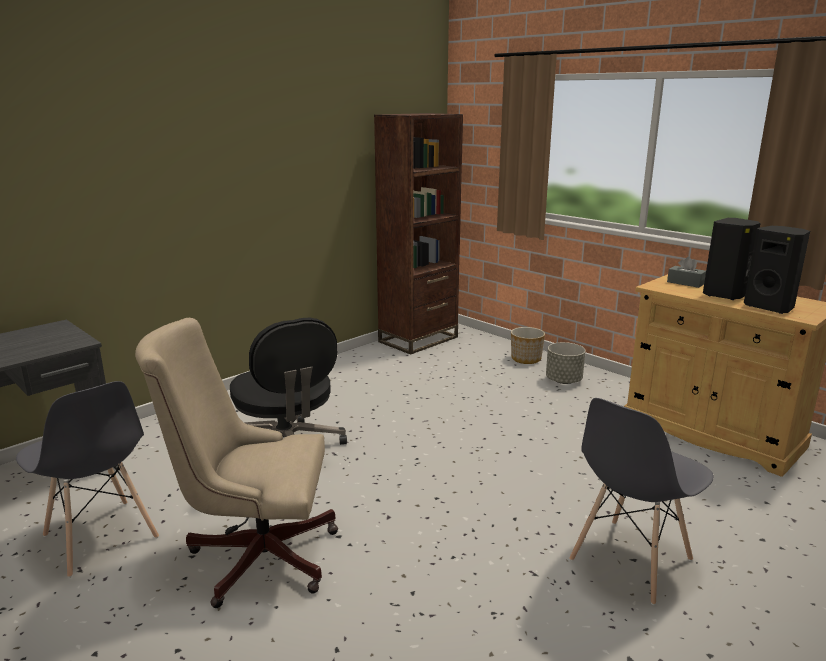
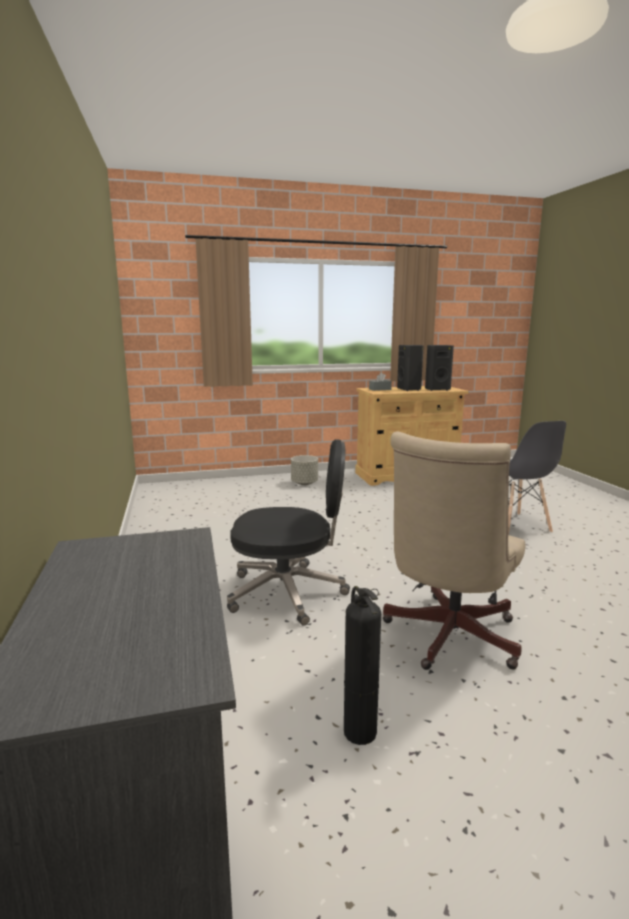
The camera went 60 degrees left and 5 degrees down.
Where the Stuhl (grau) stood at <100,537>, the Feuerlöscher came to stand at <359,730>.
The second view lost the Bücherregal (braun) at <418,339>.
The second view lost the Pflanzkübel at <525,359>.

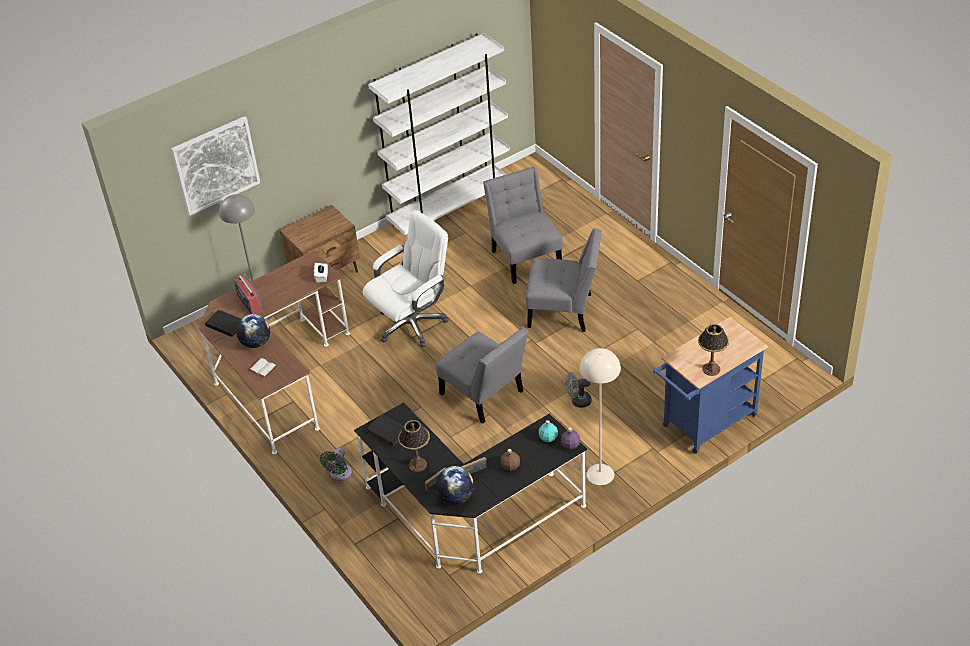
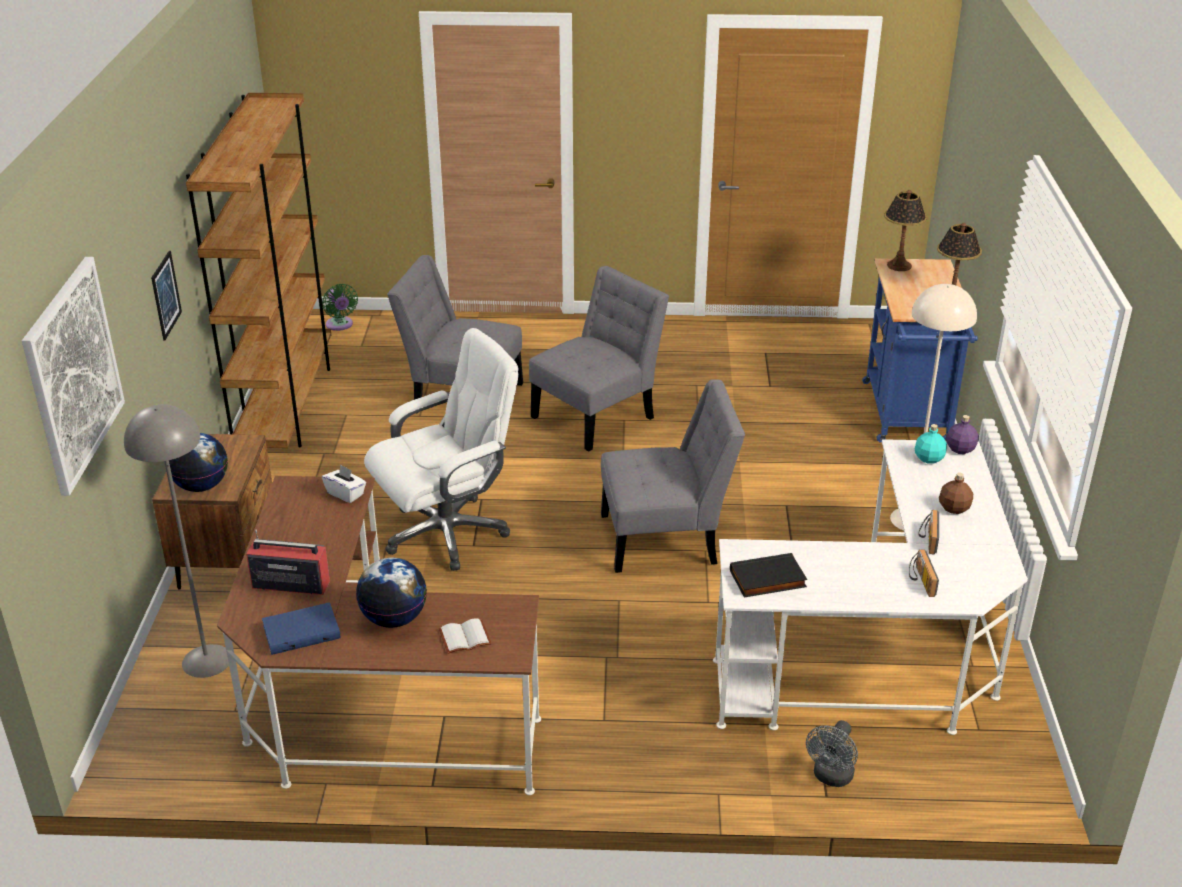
The camera went 55 degrees left and 10 degrees down.
What was the Buch (schwarz) at <226,324> turned into the Buch (blau) at <302,631>.
The Ventilator (grün) ended up elsewhere, having gone from <339,474> to <340,325>.
What was the Schreibtisch (schwarz) at <470,516> turned into the Schreibtisch (weiß) at <881,656>.
The Bürostuhl (weiß) at <412,323> ended up facing another way, 60 degrees clockwise from before.
What was the Bücherregal (weiß) at <450,210> turned into the Bücherregal (braun) at <286,405>.
The Tischlampe ended up elsewhere, having gone from <417,464> to <899,266>.
The Globus ended up elsewhere, having gone from <456,497> to <201,486>.
The Ventilator (grau) ended up elsewhere, having gone from <578,401> to <831,777>.
The second view gained the Bild at <166,295>.

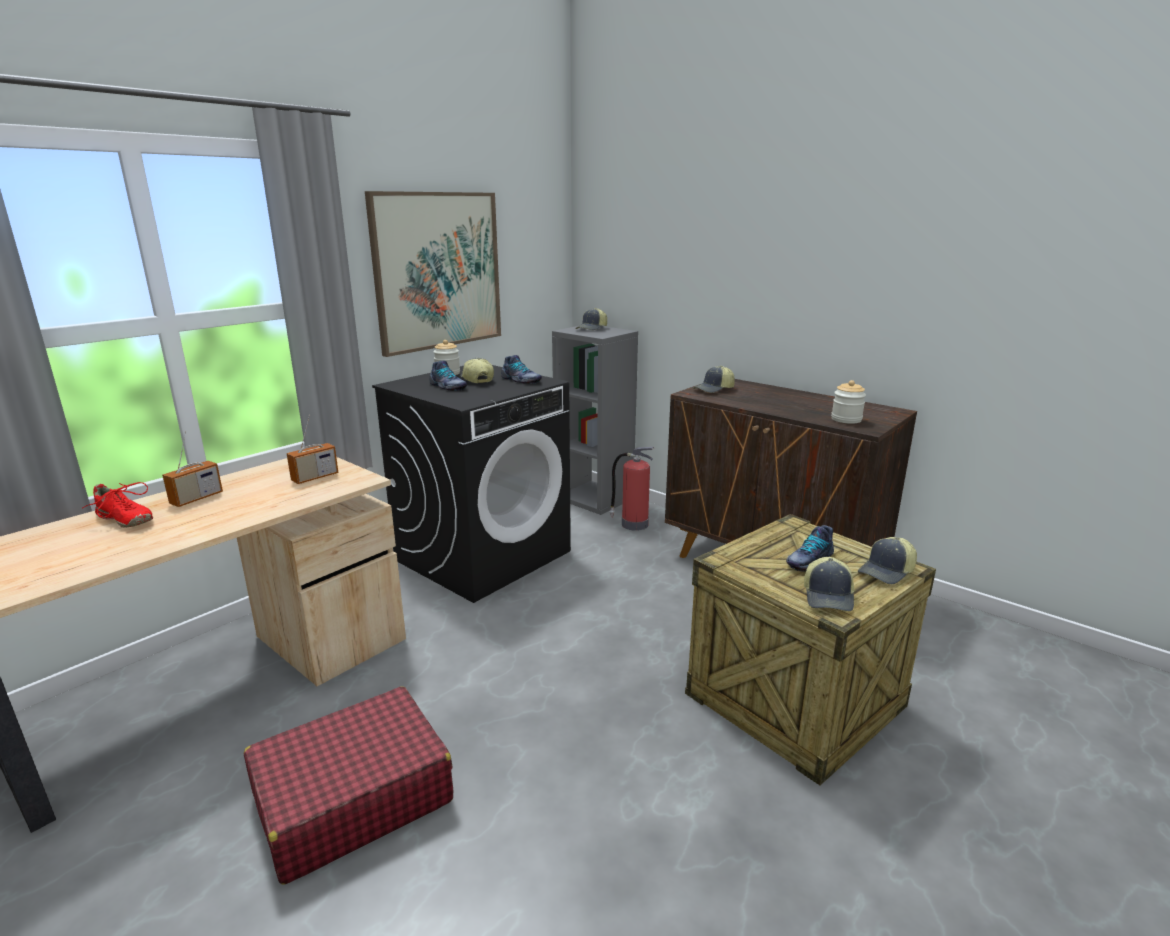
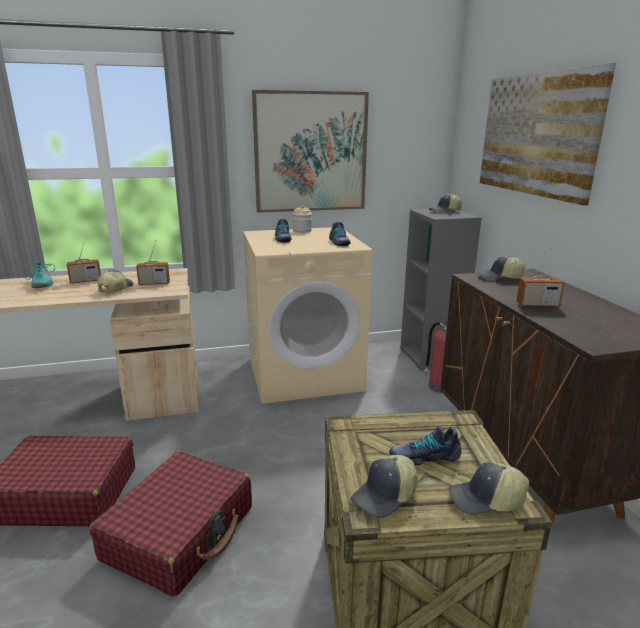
The camera went 35 degrees right and 0 degrees up.
What was the Schuh (rot) at <124,520> turned into the Schuh (türkis) at <41,284>.
What was the Waschmaschine (schwarz) at <483,555> turned into the Waschmaschine (beige) at <305,374>.
The Kappe ended up elsewhere, having gone from <476,380> to <115,288>.
The second view lost the Vorratsglas at <846,419>.
The second view gained the Koffer (rot) at <180,533>.
The second view gained the Bild at <536,134>.
The second view gained the Radio at <537,305>.

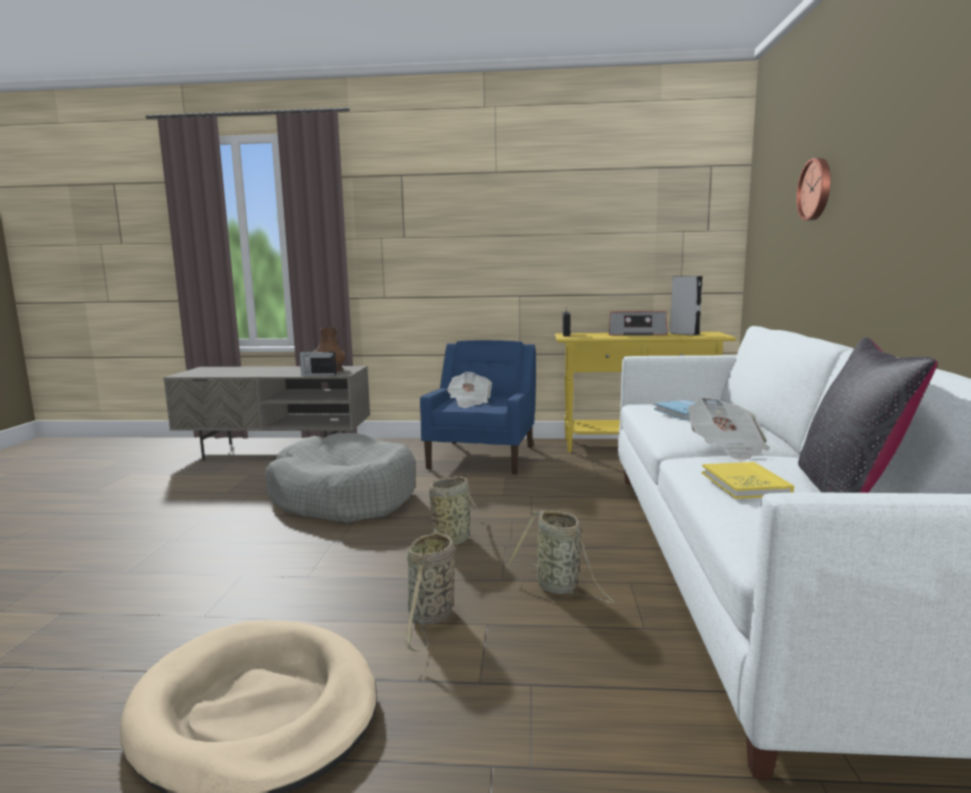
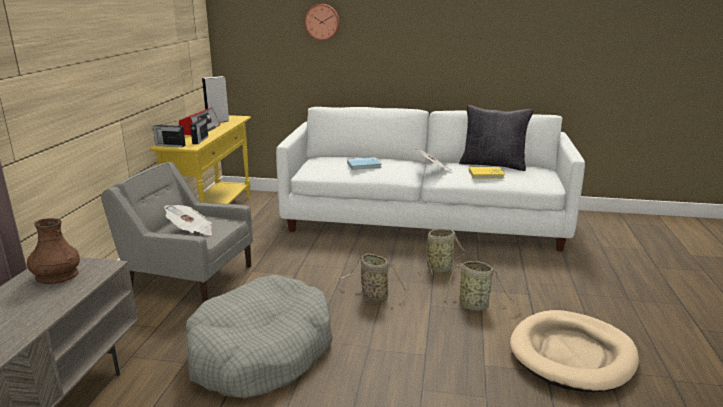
The camera went 85 degrees left and 10 degrees up.
The Radio ended up elsewhere, having gone from <318,375> to <200,140>.
What was the Sessel (blau) at <483,457> turned into the Sessel (grau) at <190,278>.

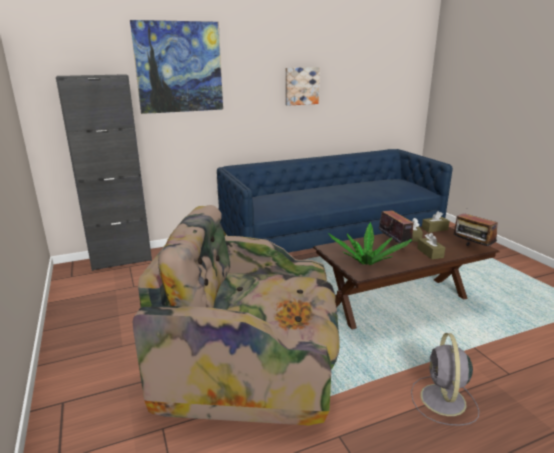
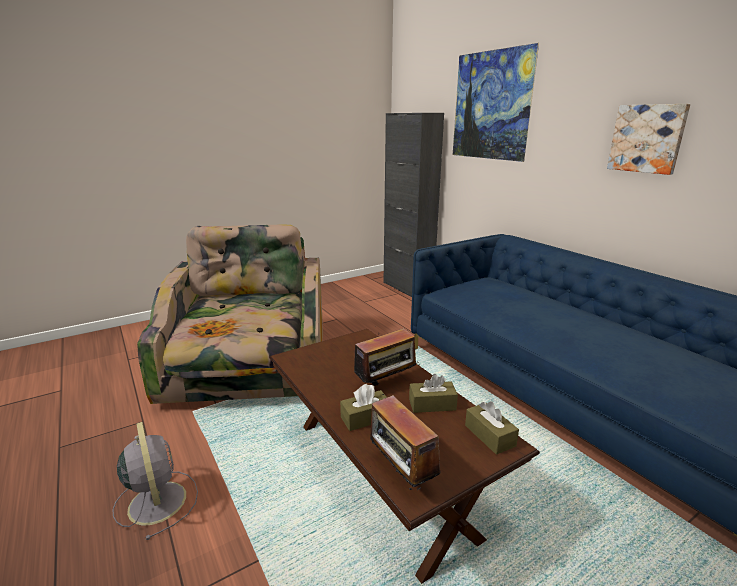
The camera went 80 degrees right and 0 degrees up.
The second view lost the Topfpflanze at <367,262>.
The Ventilator (grau) at <443,401> ended up facing another way, 60 degrees clockwise from before.
The Radio at <471,249> ended up facing another way, 75 degrees counterclockwise from before.

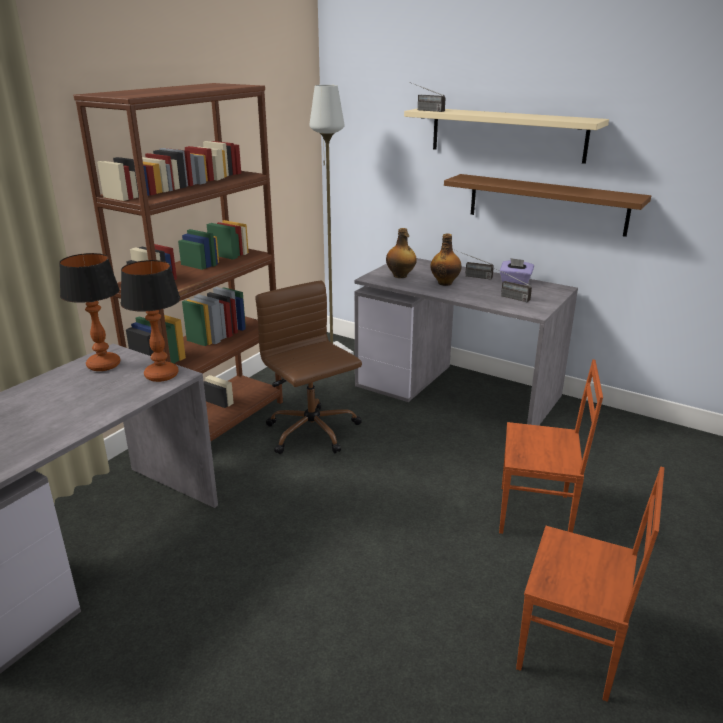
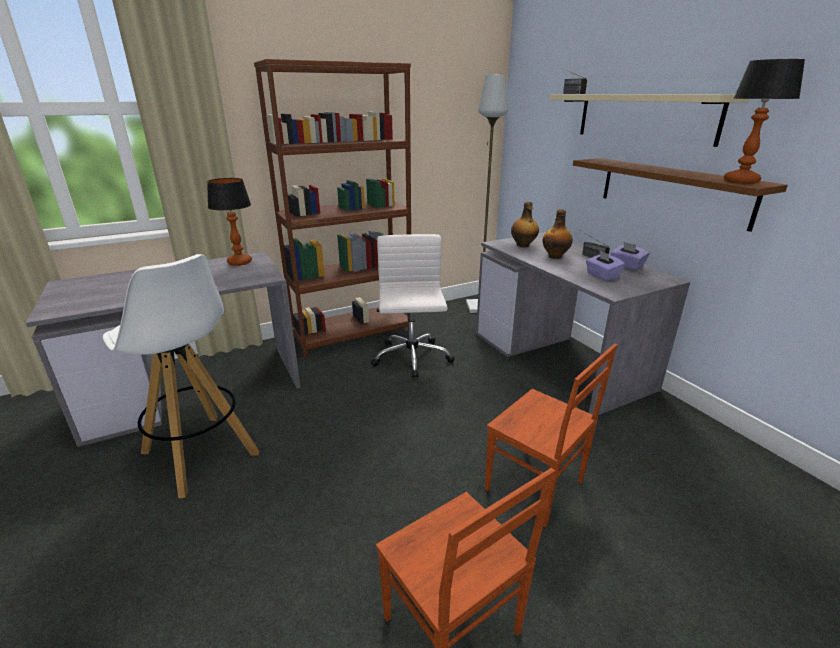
The camera went 30 degrees right and 0 degrees up.
The Tischlampe ended up elsewhere, having gone from <161,375> to <740,181>.
What was the Bürostuhl (braun) at <313,432> turned into the Bürostuhl (weiß) at <412,358>.
Where the Radio stood at <508,296>, the Taschentuchbox (lila) came to stand at <602,276>.
The second view gained the Hocker (weiß) at <201,454>.

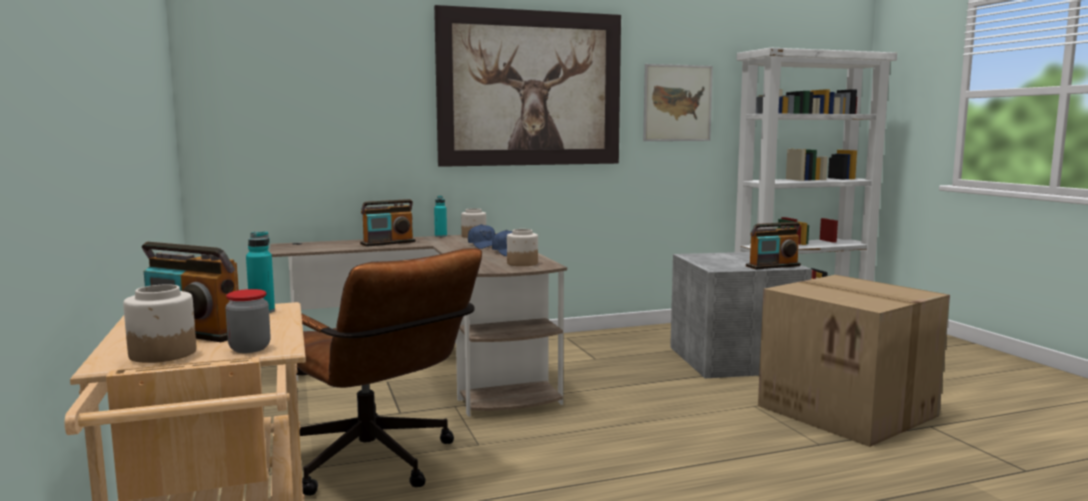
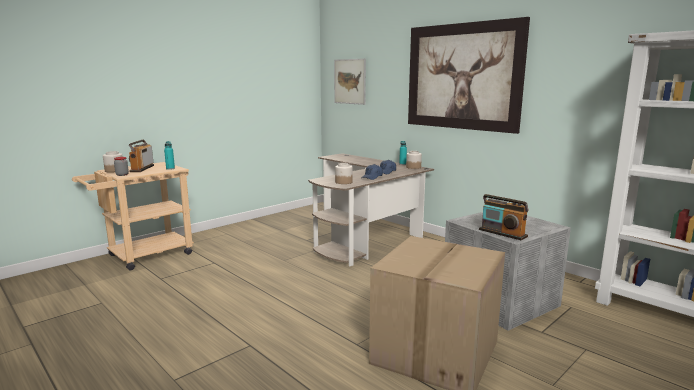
The camera went 65 degrees right and 5 degrees up.
The second view lost the Bürostuhl (braun) at <377,465>.
The second view lost the Radio at <388,243>.
The Bild ended up elsewhere, having gone from <677,103> to <349,81>.

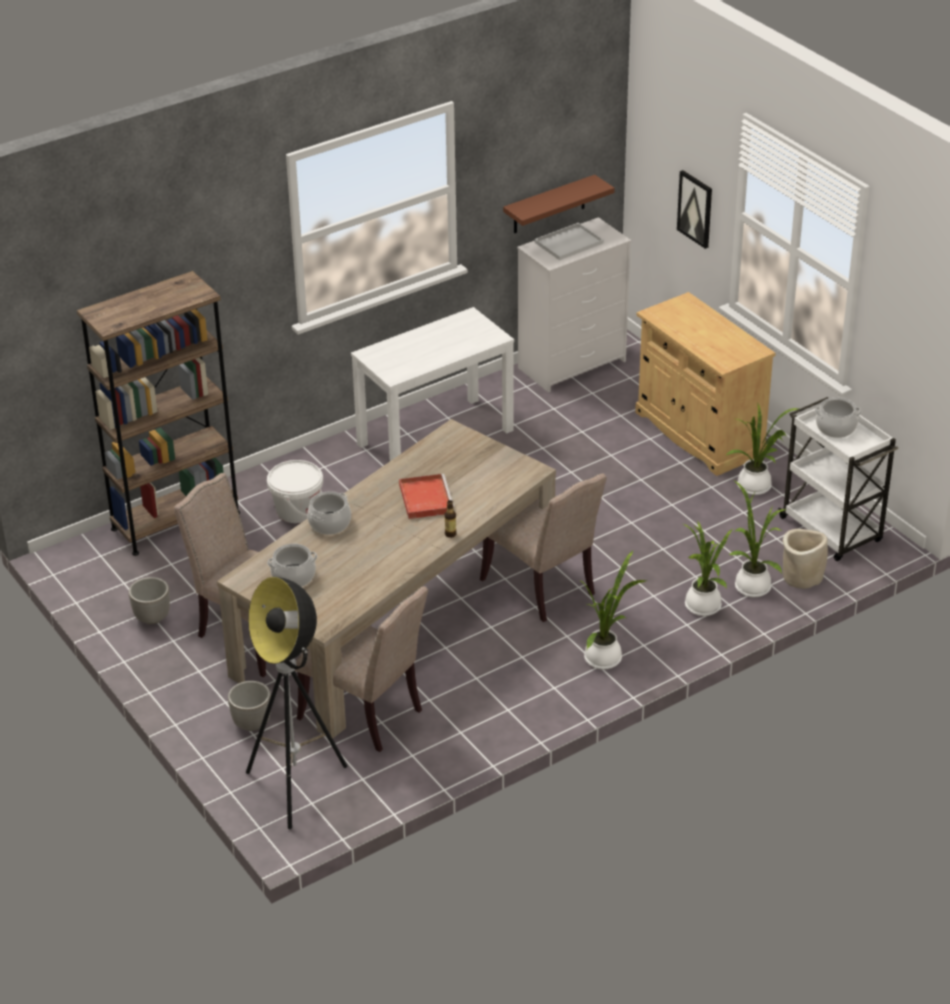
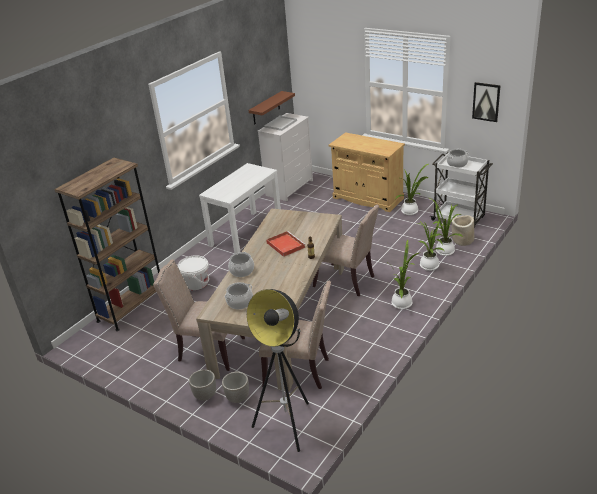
The camera went 20 degrees left and 5 degrees down.
The Pflanzkübel ended up elsewhere, having gone from <152,618> to <205,396>.
The Bild ended up elsewhere, having gone from <695,208> to <486,101>.

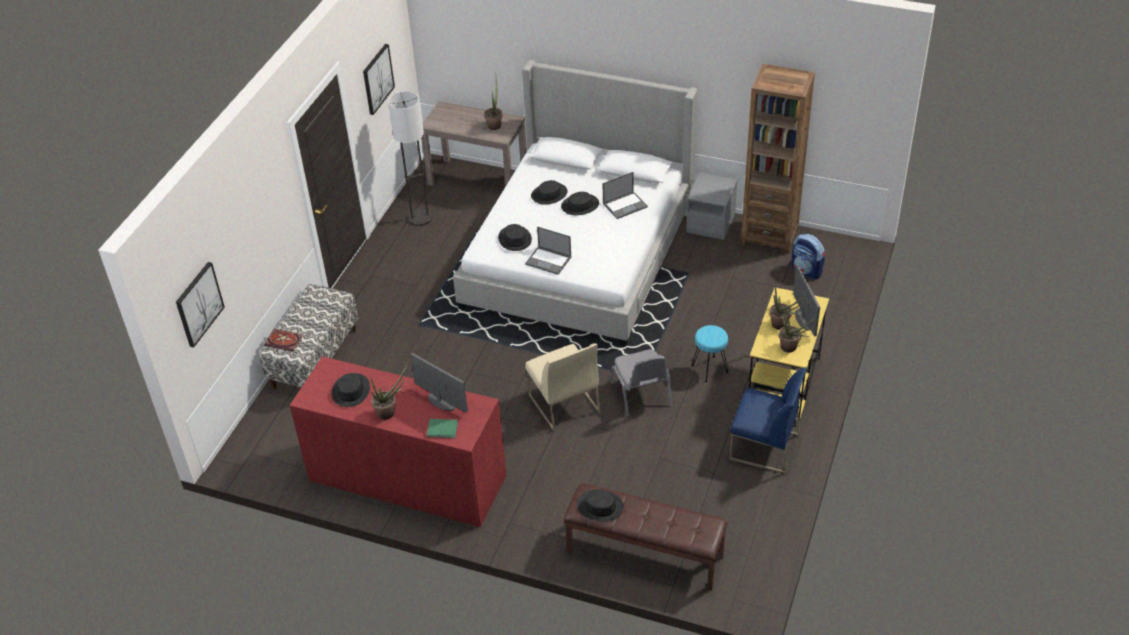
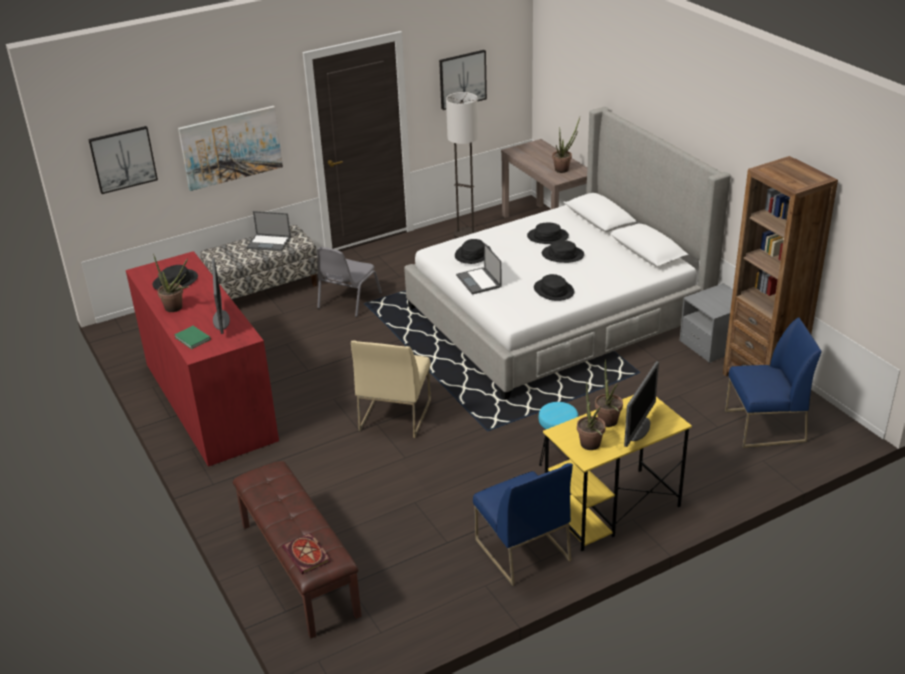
The camera went 40 degrees right and 10 degrees down.
The Buch ended up elsewhere, having gone from <284,341> to <308,555>.
The Hut (schwarz) ended up elsewhere, having gone from <600,506> to <554,290>.
The Laptop ended up elsewhere, having gone from <625,205> to <269,243>.
The Stuhl (grau) ended up elsewhere, having gone from <641,394> to <348,301>.
Where the Rucksack stood at <807,271>, the Stuhl (blau) came to stand at <764,427>.
The second view gained the Bild at <231,147>.

